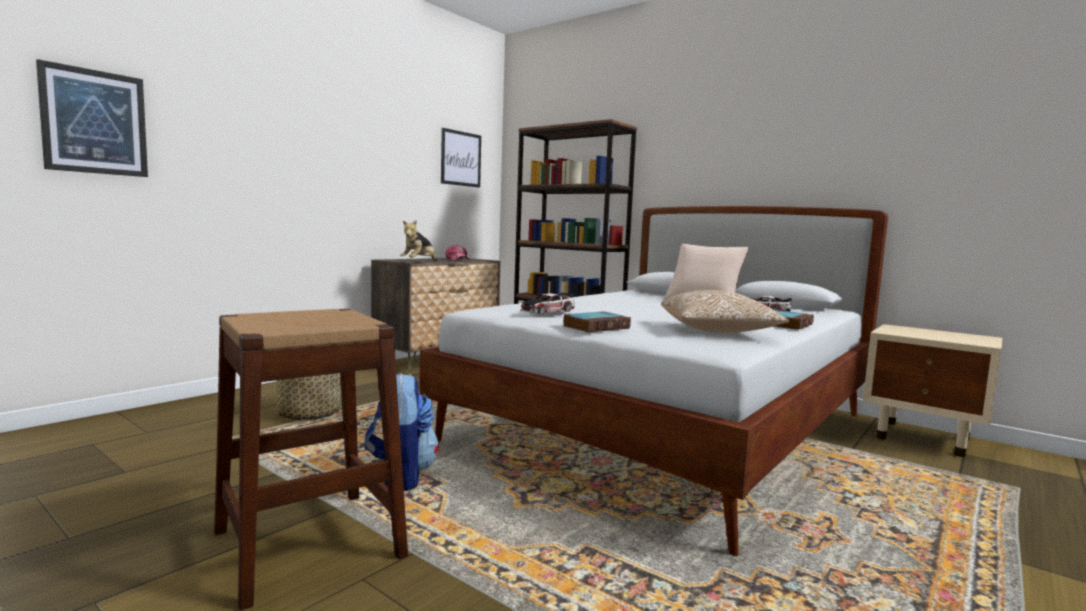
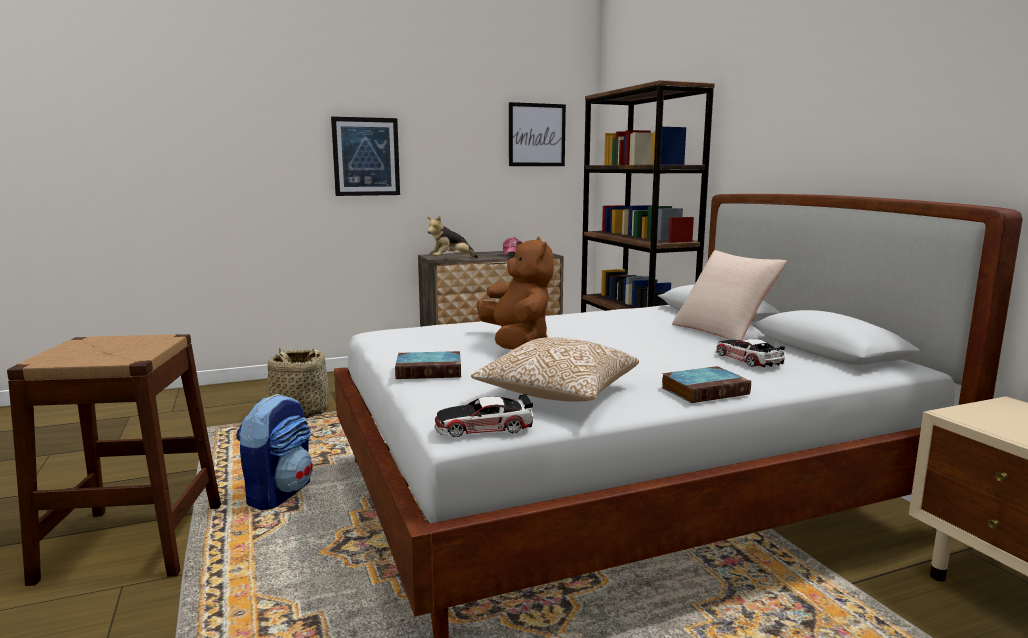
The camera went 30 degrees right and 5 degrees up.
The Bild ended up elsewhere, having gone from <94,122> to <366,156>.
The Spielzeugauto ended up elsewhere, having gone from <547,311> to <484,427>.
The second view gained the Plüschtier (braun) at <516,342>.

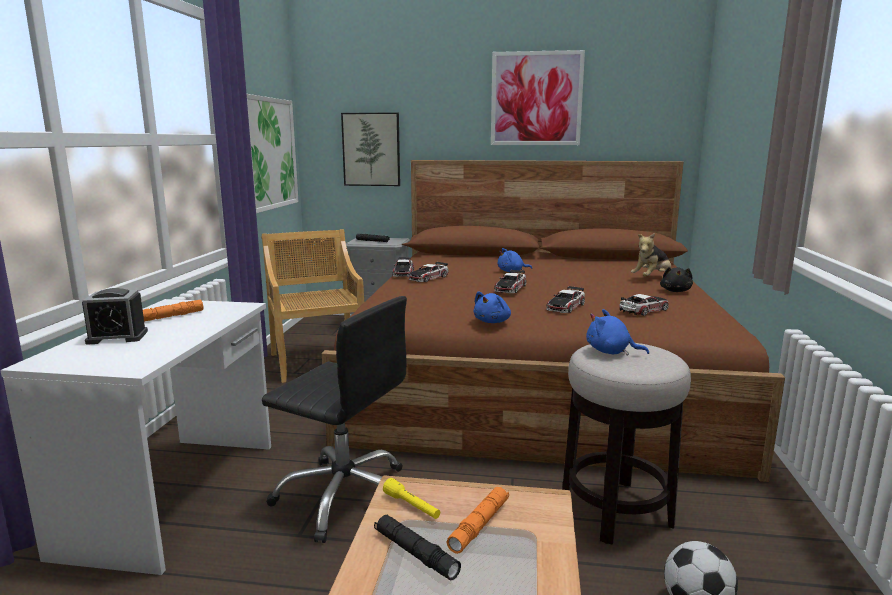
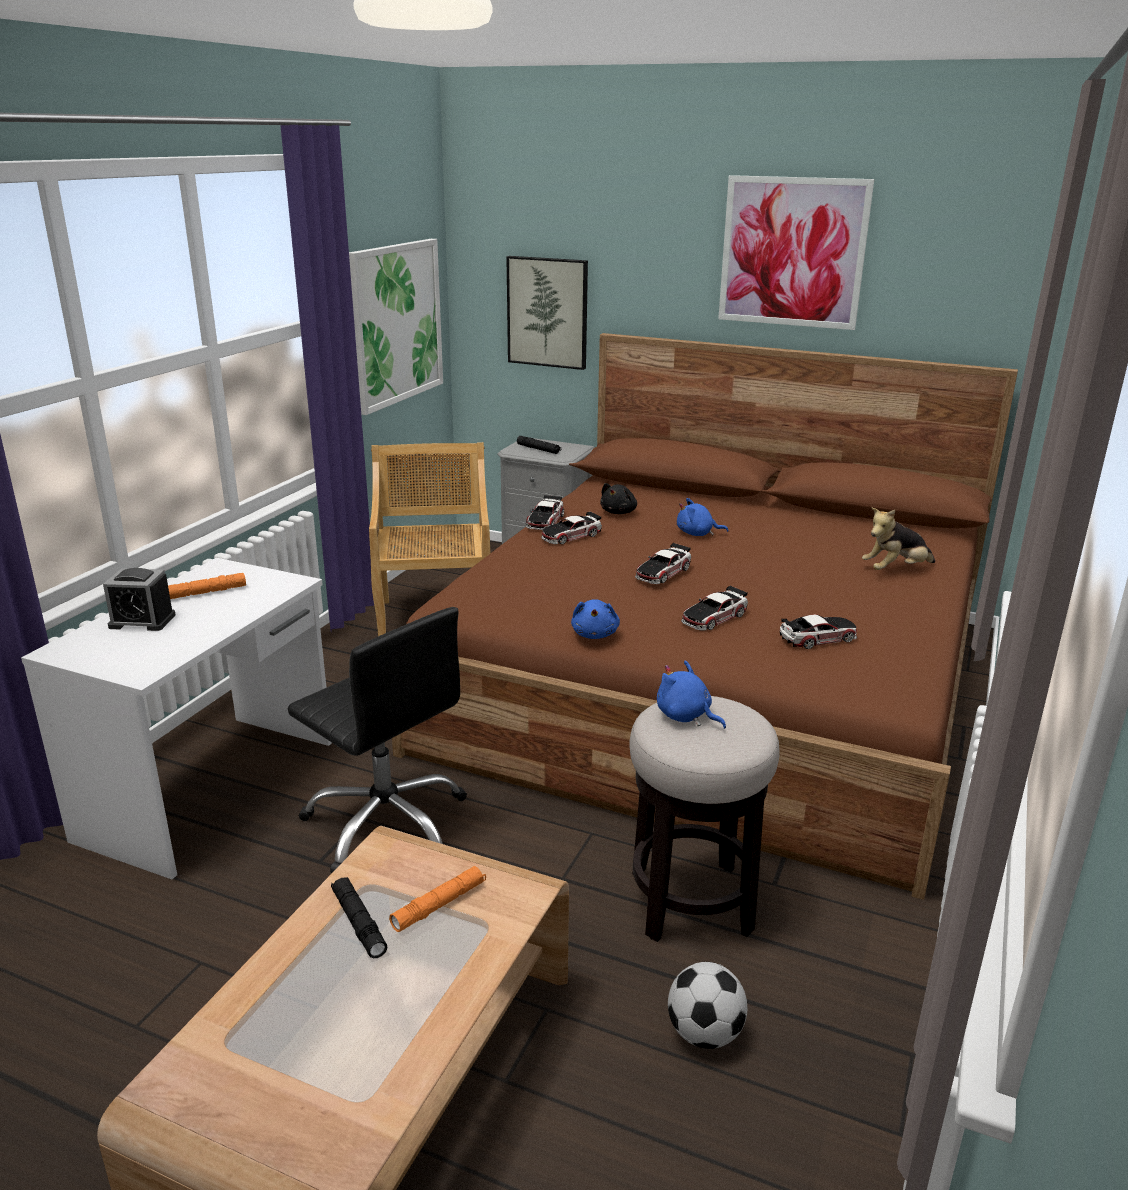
The camera went 15 degrees right and 10 degrees up.
The second view lost the Taschenlampe (gelb) at <412,506>.
The Plüschtier (blau) at <493,321> ended up facing another way, 45 degrees counterclockwise from before.
The Plüschtier (schwarz) ended up elsewhere, having gone from <675,291> to <619,512>.

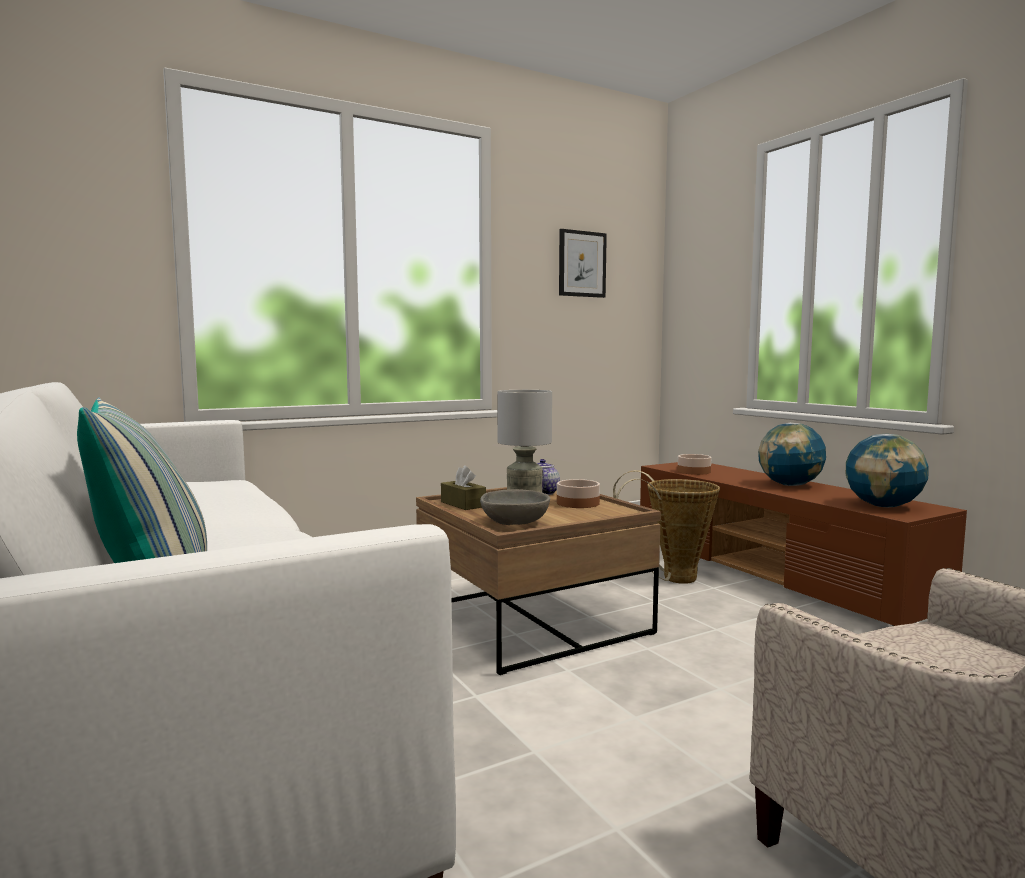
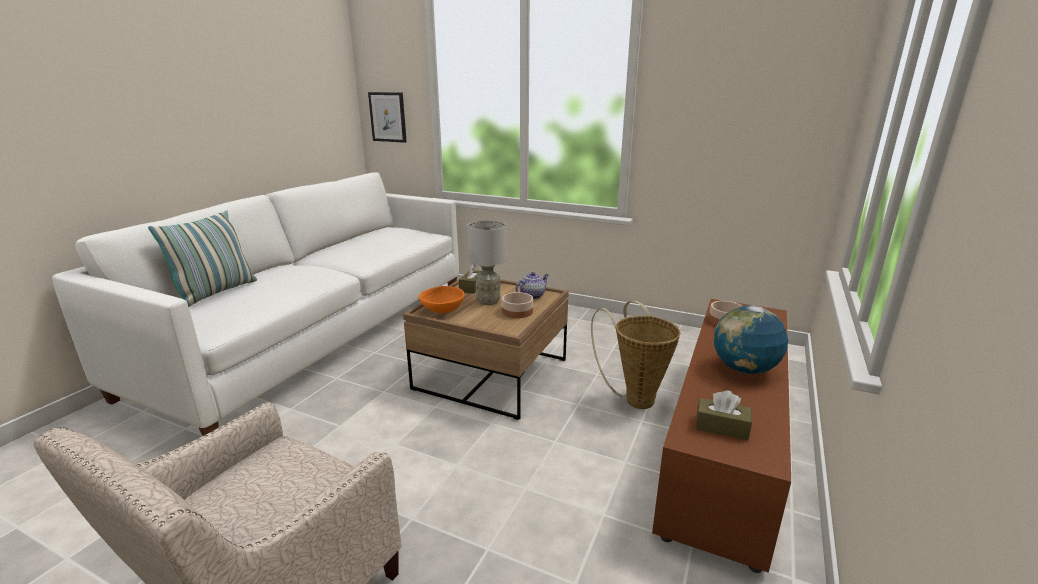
The camera went 55 degrees right and 15 degrees up.
What was the Schüssel (grau) at <514,523> turned into the Schüssel (orange) at <442,310>.
The Bild ended up elsewhere, having gone from <582,264> to <388,117>.
Where the Globus stood at <883,506>, the Taschentuchbox (braun) came to stand at <721,427>.

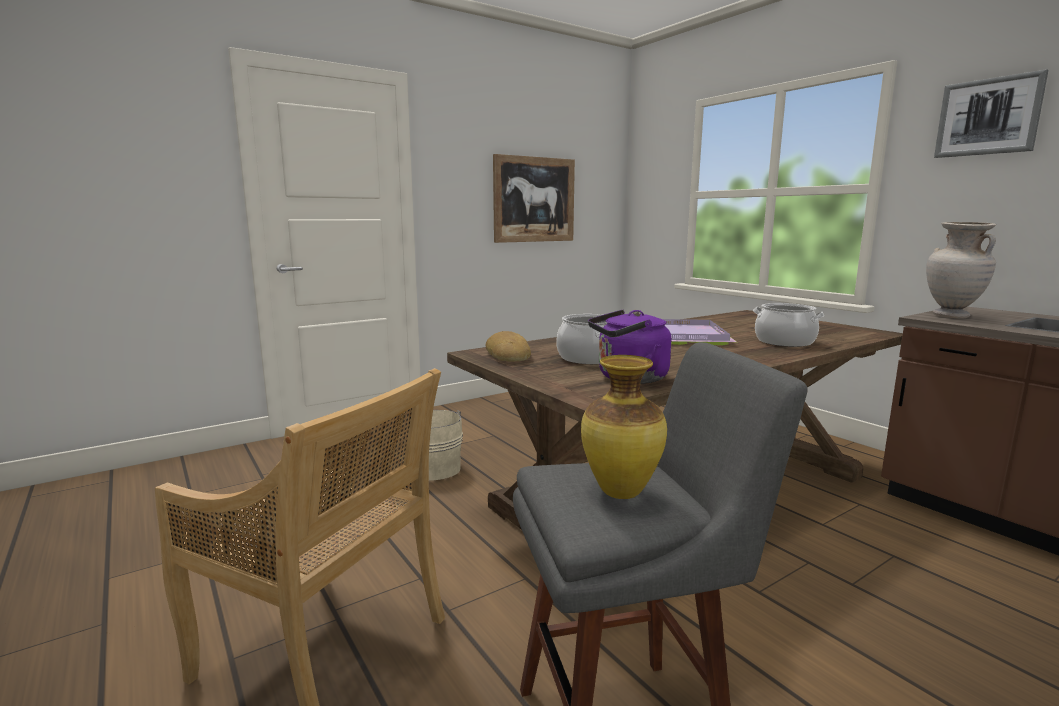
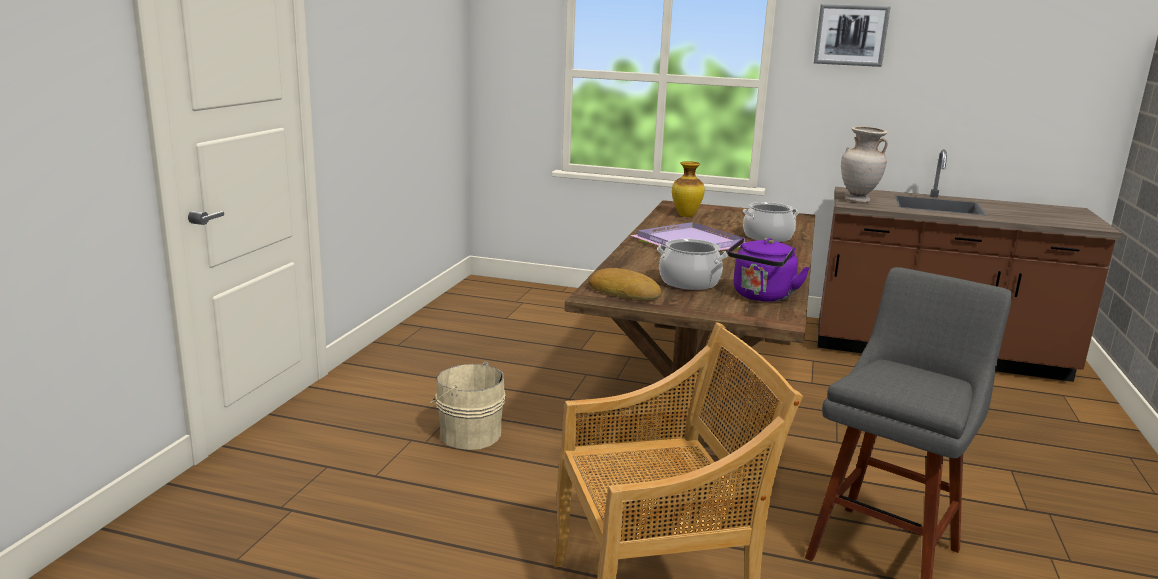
The camera went 40 degrees left and 5 degrees up.
The second view lost the Bild at <534,200>.
The Vase ended up elsewhere, having gone from <620,493> to <686,216>.

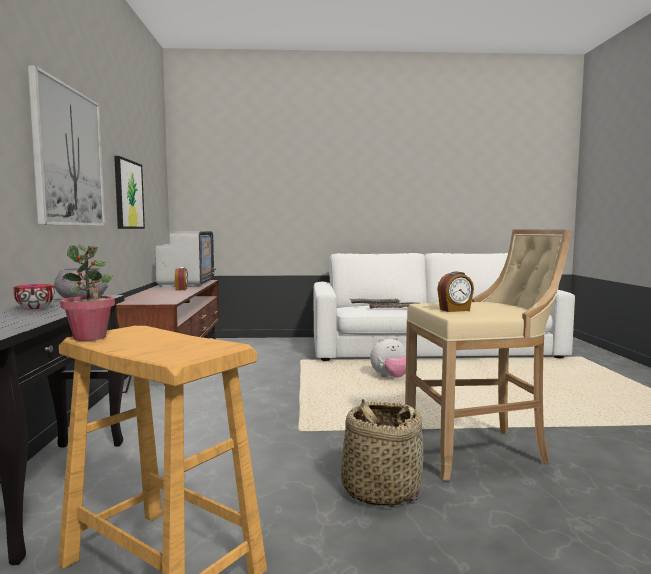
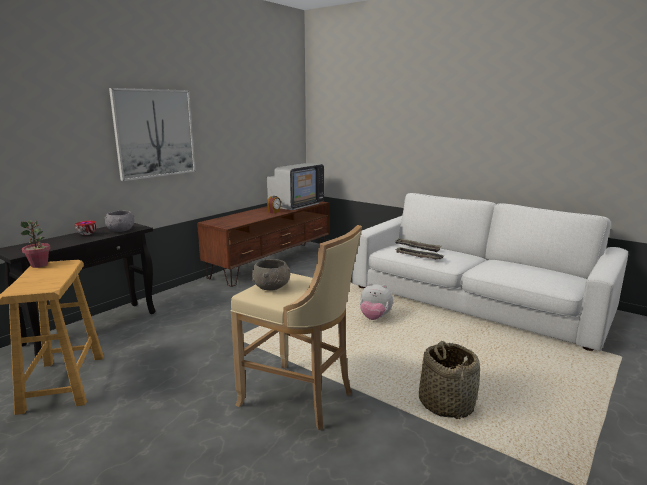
The camera went 40 degrees right and 10 degrees up.
The second view lost the Bild at <128,194>.
The Korb ended up elsewhere, having gone from <380,490> to <446,403>.
Where the Wecker stood at <455,310>, the Schüssel (grau) came to stand at <272,287>.

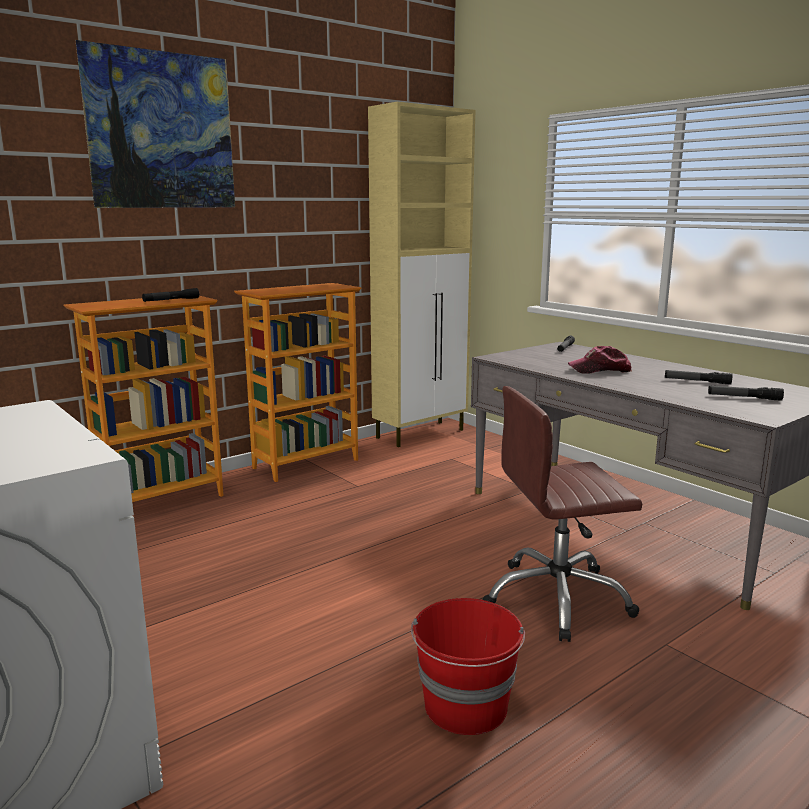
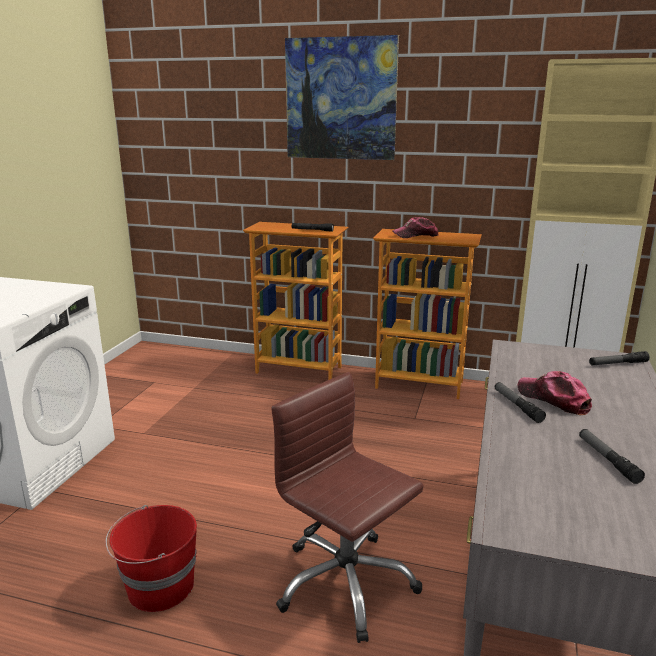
The camera went 55 degrees right and 5 degrees up.
The Taschenlampe ended up elsewhere, having gone from <744,397> to <517,406>.
The second view gained the Kappe at <416,235>.

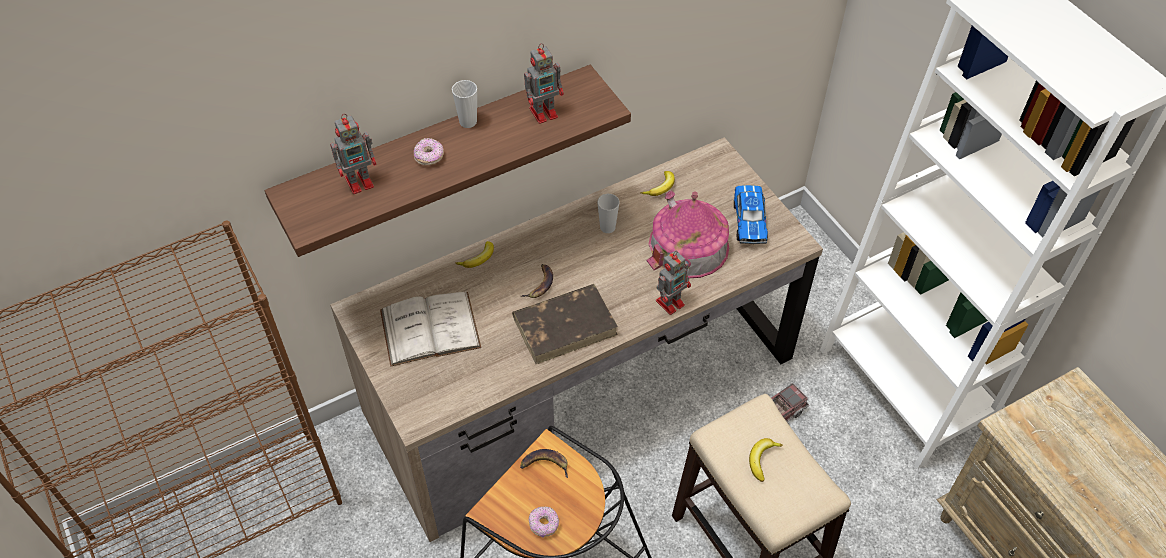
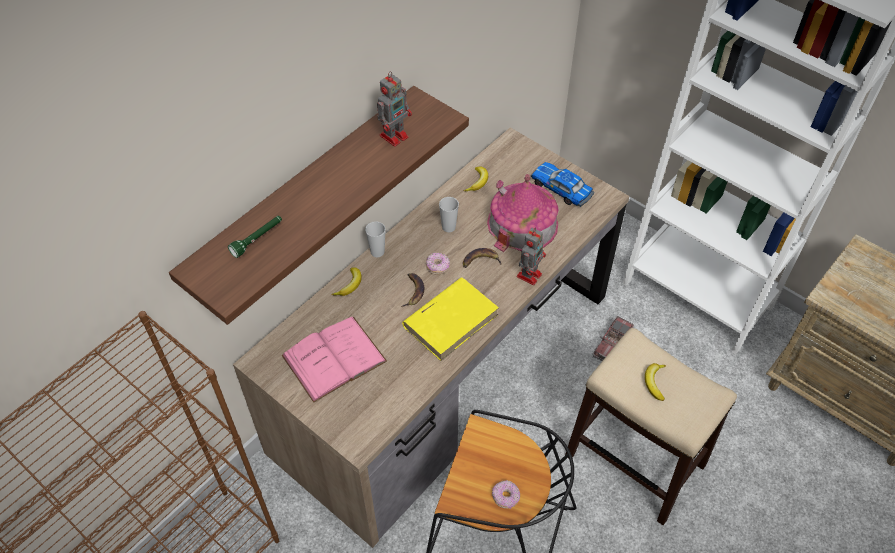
The camera went 20 degrees left and 0 degrees up.
Where the Spielzeugroboter stood at <361,181>, the Taschenlampe (grün) came to stand at <257,239>.
What was the Buch (weiß) at <430,328> turned into the Buch (rosa) at <334,358>.
The Donut ended up elsewhere, having gone from <429,157> to <437,267>.
The Tasse ended up elsewhere, having gone from <468,122> to <377,252>.
What was the Buch (braun) at <565,325> turned into the Buch (gelb) at <451,320>.
The Banane ended up elsewhere, having gone from <544,464> to <480,261>.
The Spielzeugauto at <749,220> ended up facing another way, 150 degrees clockwise from before.

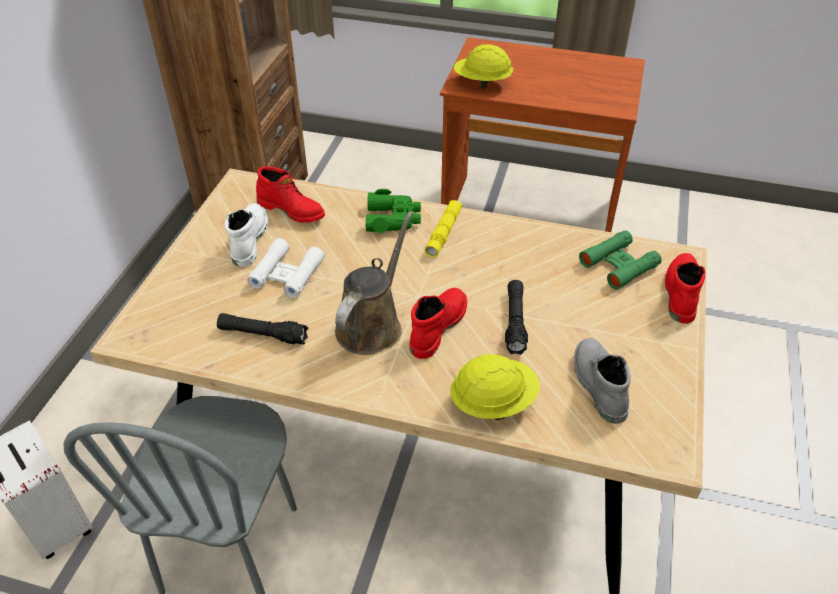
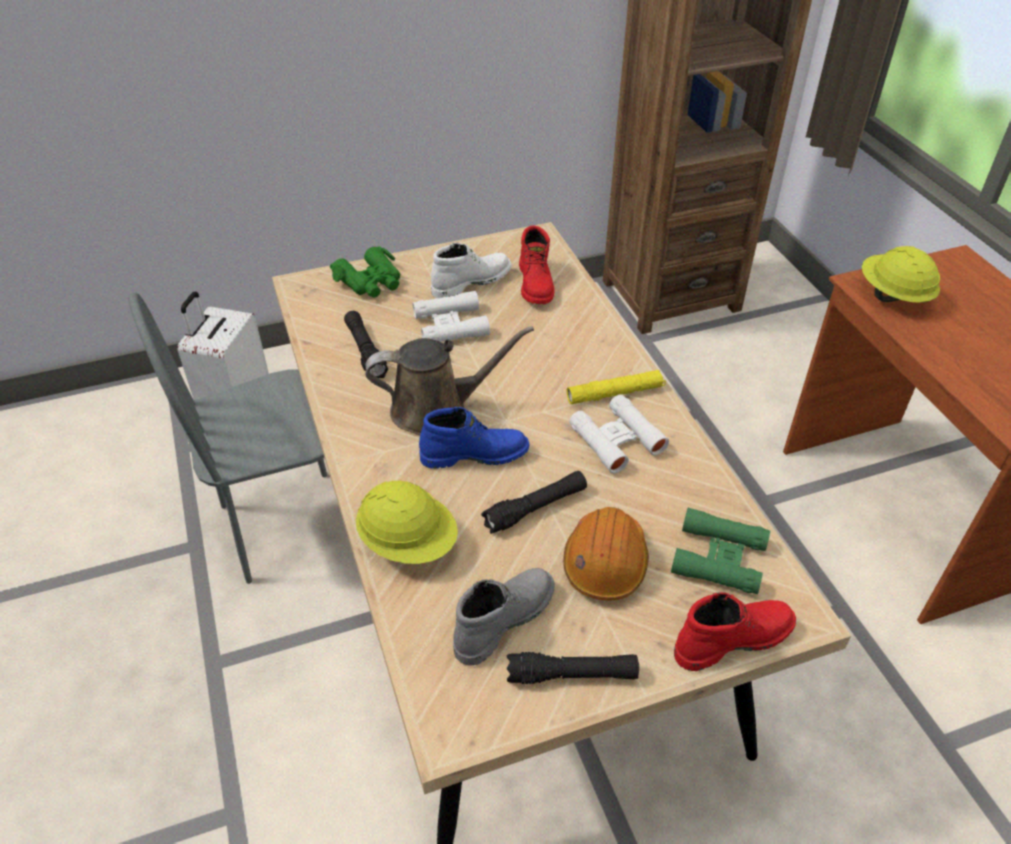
The camera went 55 degrees right and 0 degrees up.
The Fernglas (grün) ended up elsewhere, having gone from <393,219> to <370,281>.
What was the Stiefel (rot) at <437,327> turned into the Stiefel (blau) at <474,454>.
The second view gained the Taschenlampe (schwarz) at <572,675>.
The second view gained the Schutzhelm (orange) at <605,562>.
The second view gained the Fernglas (weiß) at <617,440>.

